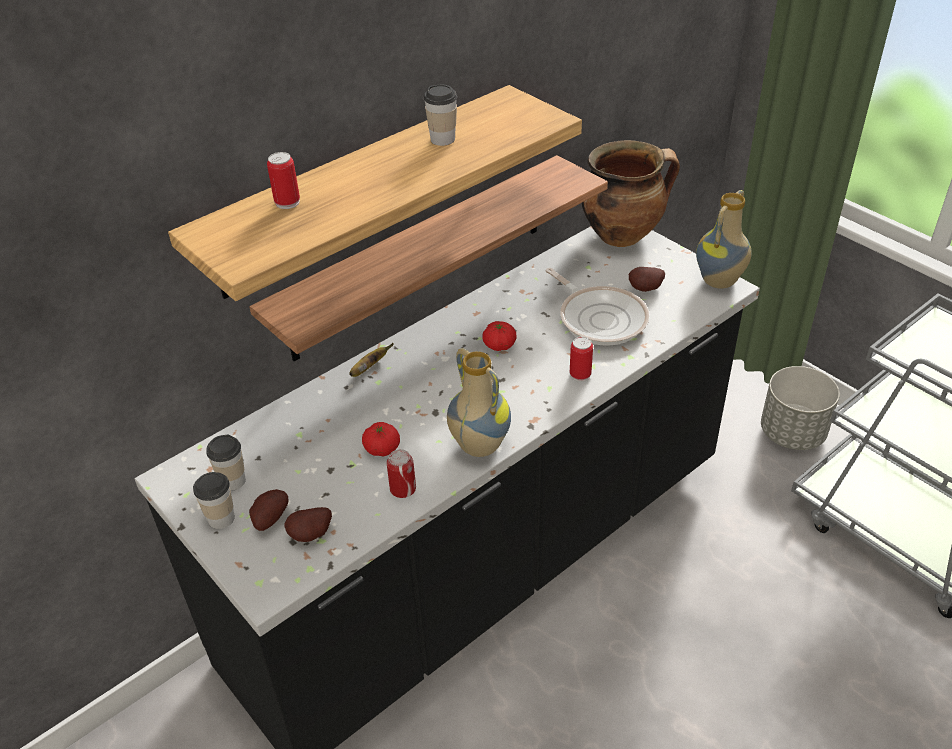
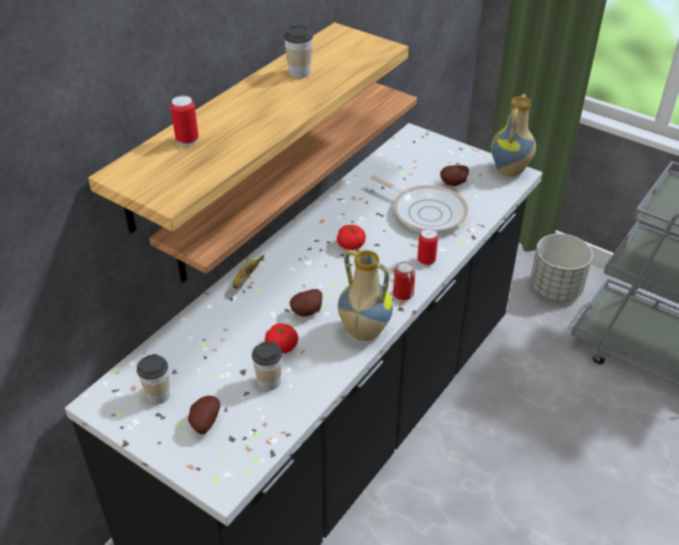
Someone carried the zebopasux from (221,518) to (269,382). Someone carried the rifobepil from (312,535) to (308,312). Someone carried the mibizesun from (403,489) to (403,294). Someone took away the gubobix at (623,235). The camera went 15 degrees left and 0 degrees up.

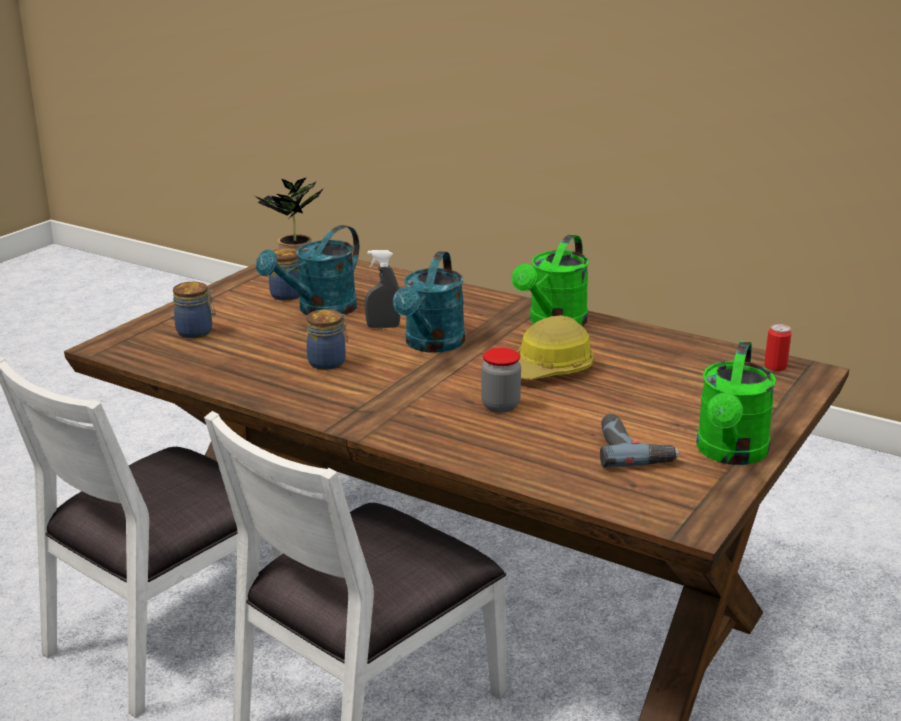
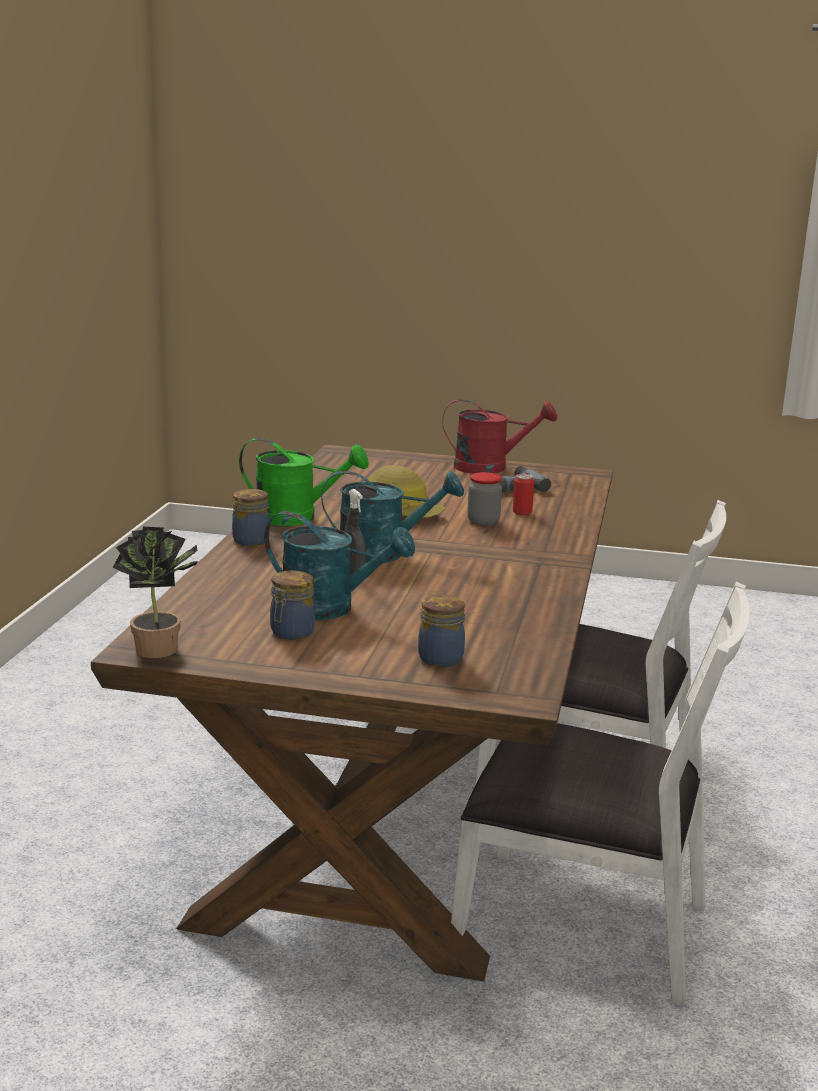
Someone carried the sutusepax from (328,362) to (249,540). Someone repainted the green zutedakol at (730,454), which became the red zutedakol at (490,467). Someone carried the mibizesun from (775,366) to (522,512). The camera went 110 degrees left and 5 degrees down.

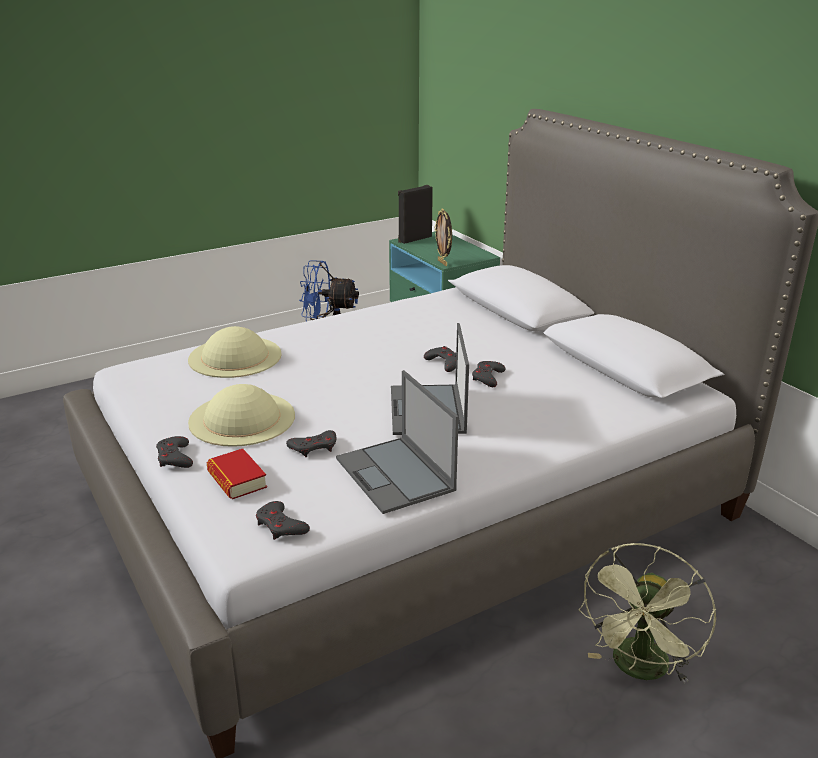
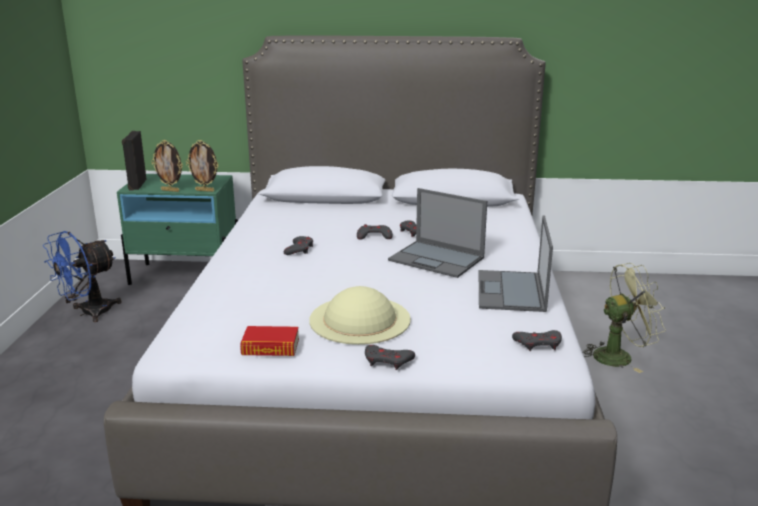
Someone took away the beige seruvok at (235,356). Someone carried the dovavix from (237,480) to (270,347). Someone carried the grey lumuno from (314,447) to (299,249). Someone rotated the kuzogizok at (396,475) by 90 degrees clockwise. Someone rotated the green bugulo at (639,670) by 75 degrees counterclockwise. Someone put down the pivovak at (170,190). The camera went 55 degrees left and 5 degrees down.

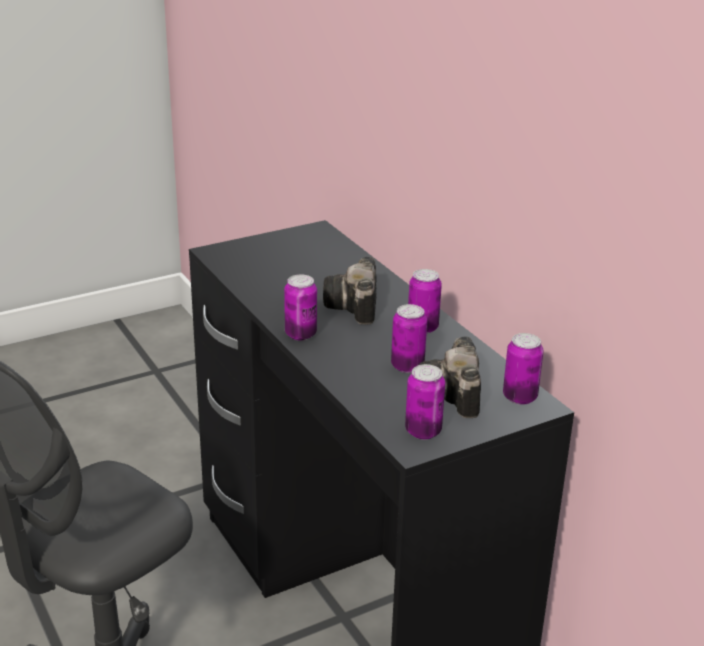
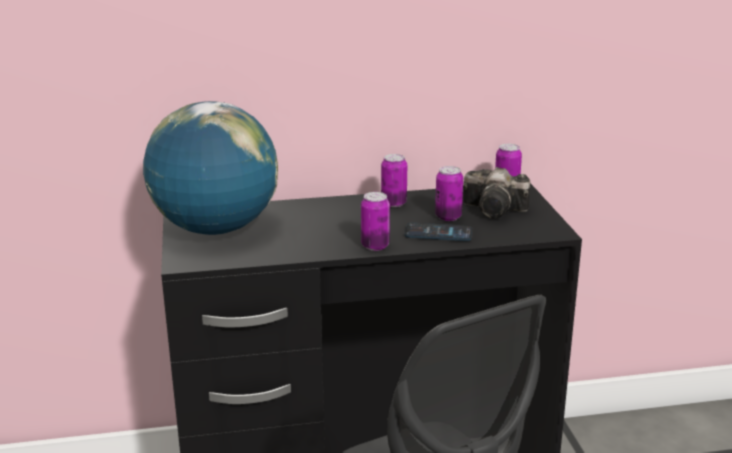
Someone took away the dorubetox at (355,308). Someone took away the mibizesun at (423,431). Someone put down the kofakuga at (216,229). Someone put down the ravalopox at (438,233). The camera went 70 degrees left and 5 degrees down.

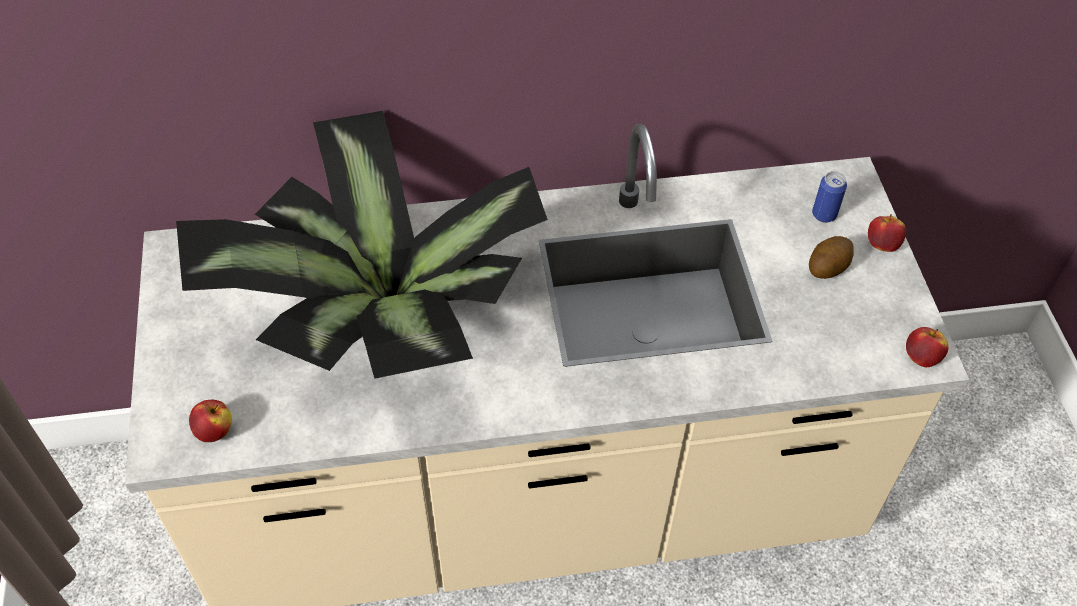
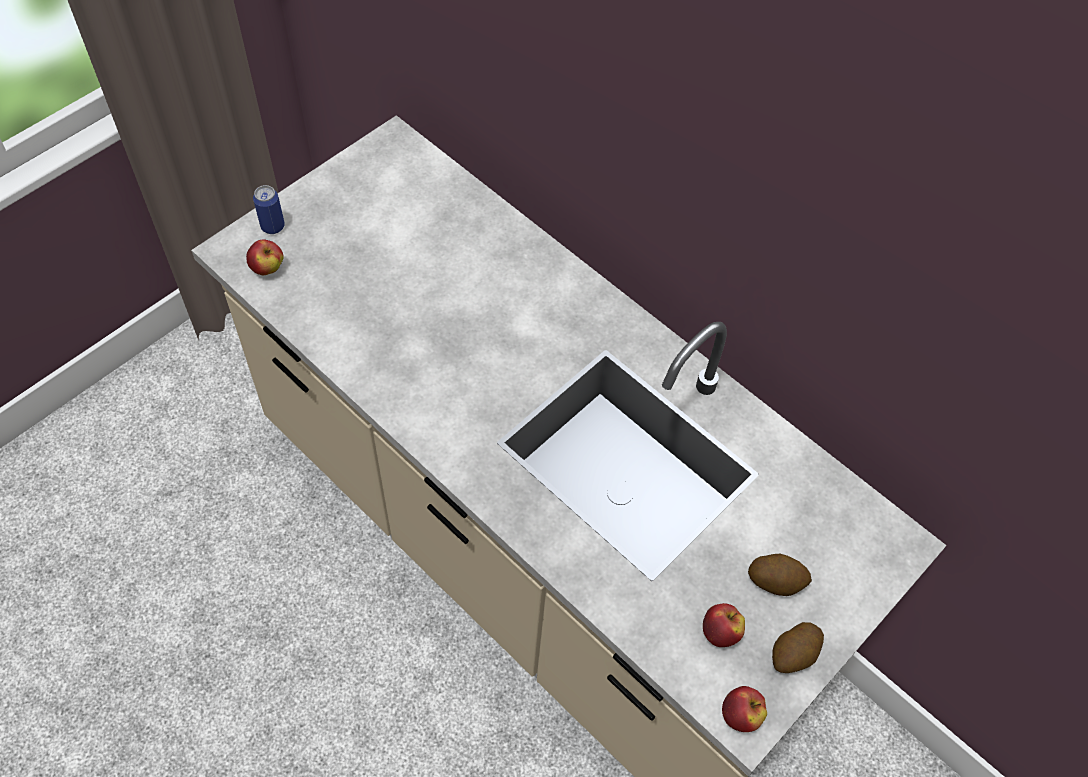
Someone took away the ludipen at (380,322). Someone carried the mibizesun from (824,215) to (273,226). Someone carried the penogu from (882,245) to (720,632). Someone put down the rifobepil at (793,654). The camera went 50 degrees right and 5 degrees up.

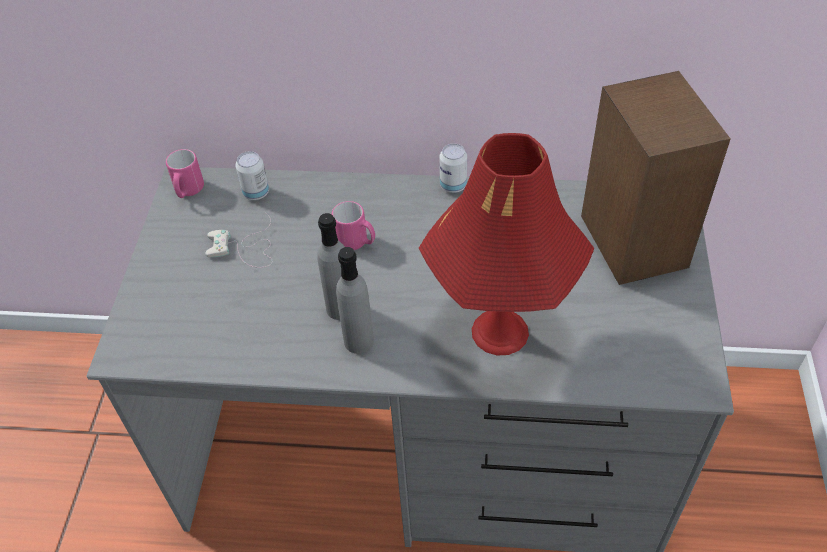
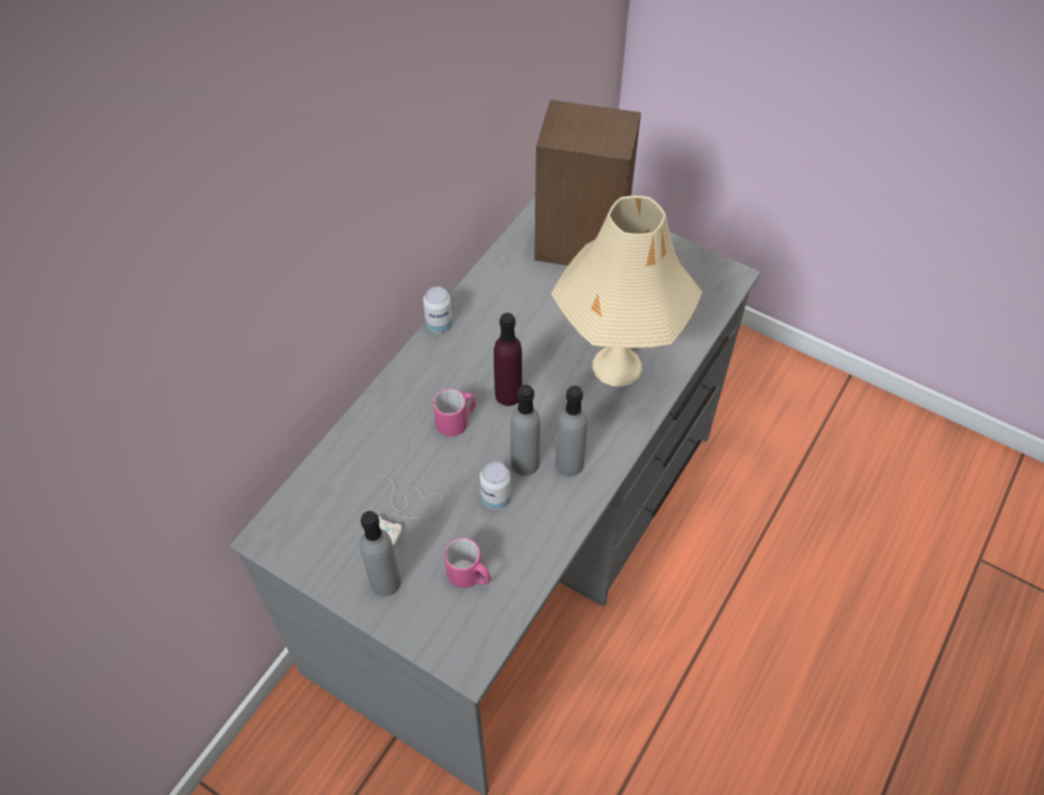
Someone carried the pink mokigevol from (188,191) to (470,577). Someone carried the mibizesun from (256,193) to (496,498). Someone repainted the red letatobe at (499,331), which became the beige letatobe at (616,366). Someone put down the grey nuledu at (385,582). Someone put down the purple nuledu at (508,394). The camera went 65 degrees left and 5 degrees up.

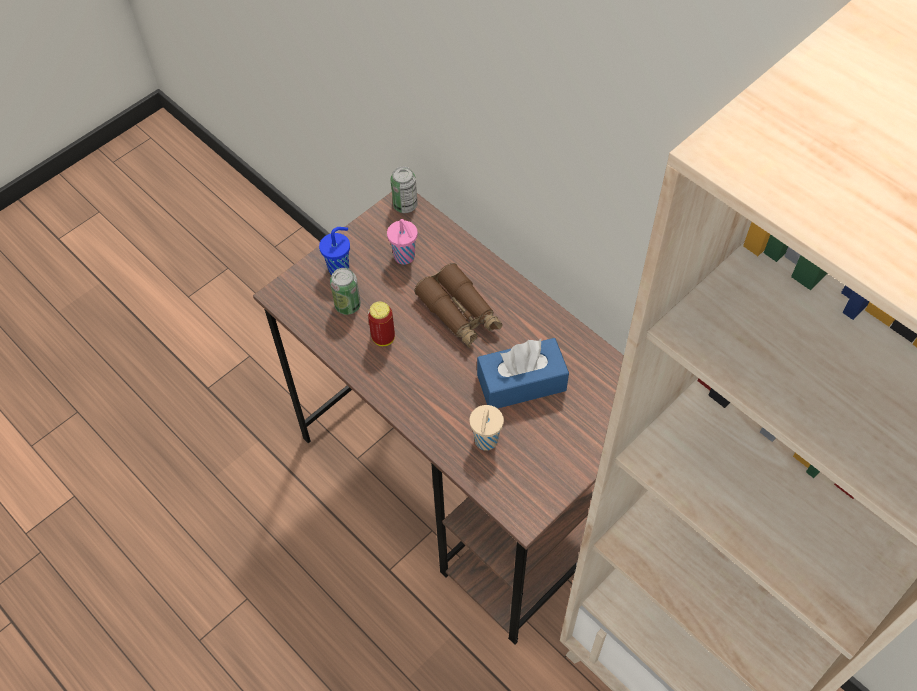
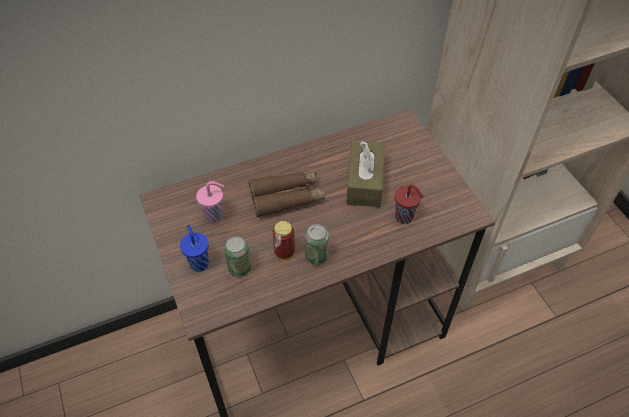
Someone carried the mibizesun from (405,205) to (316,256). Someone repainted the beige zebopasux at (485,442), which became the red zebopasux at (405,217). Someone repainted the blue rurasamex at (521,383), which became the brown rurasamex at (364,182). The camera went 70 degrees left and 5 degrees down.

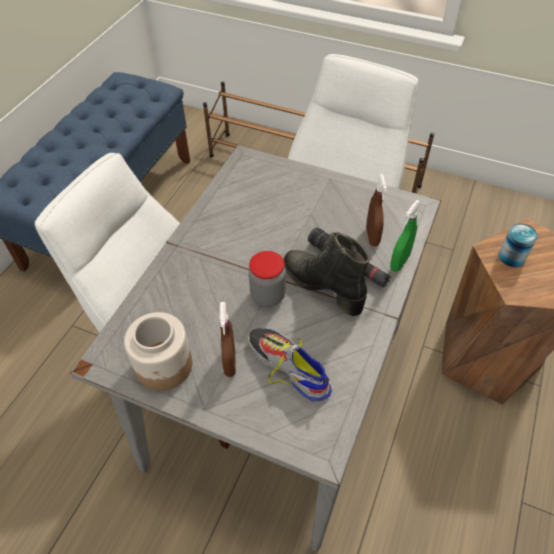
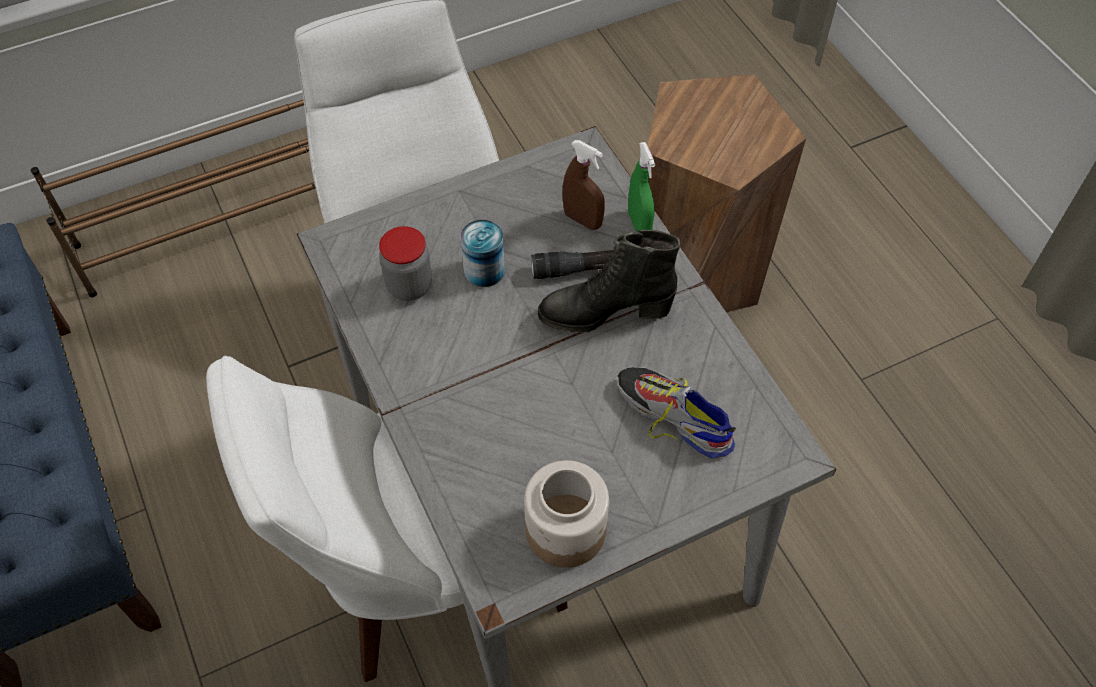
Someone took away the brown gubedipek at (230,362). Someone rotated the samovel at (288,366) by 45 degrees clockwise. Someone carried the sutusepax from (268,295) to (409,286). Someone carried the mibizesun from (511,257) to (484,270). The camera went 50 degrees left and 5 degrees up.

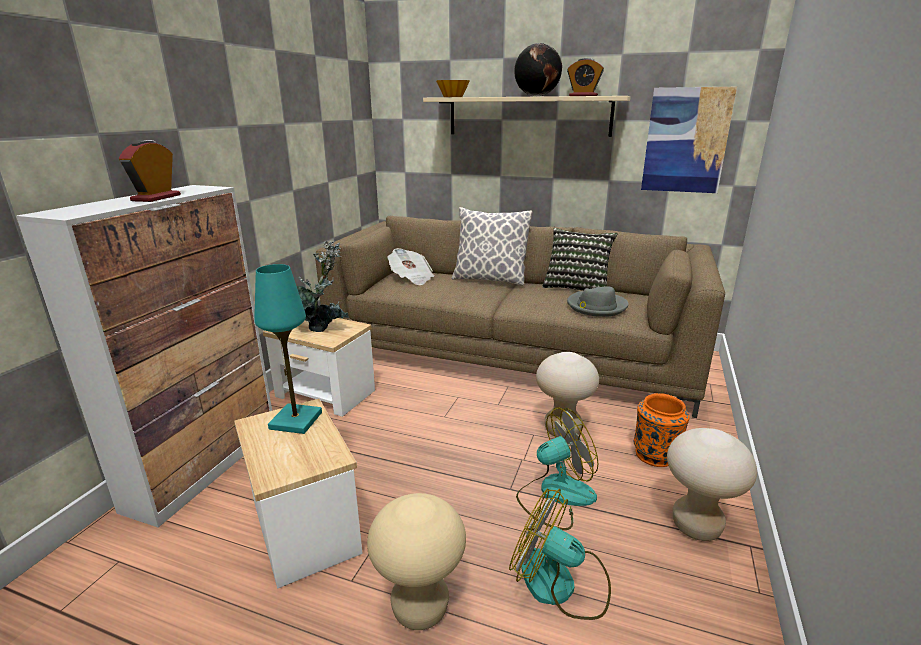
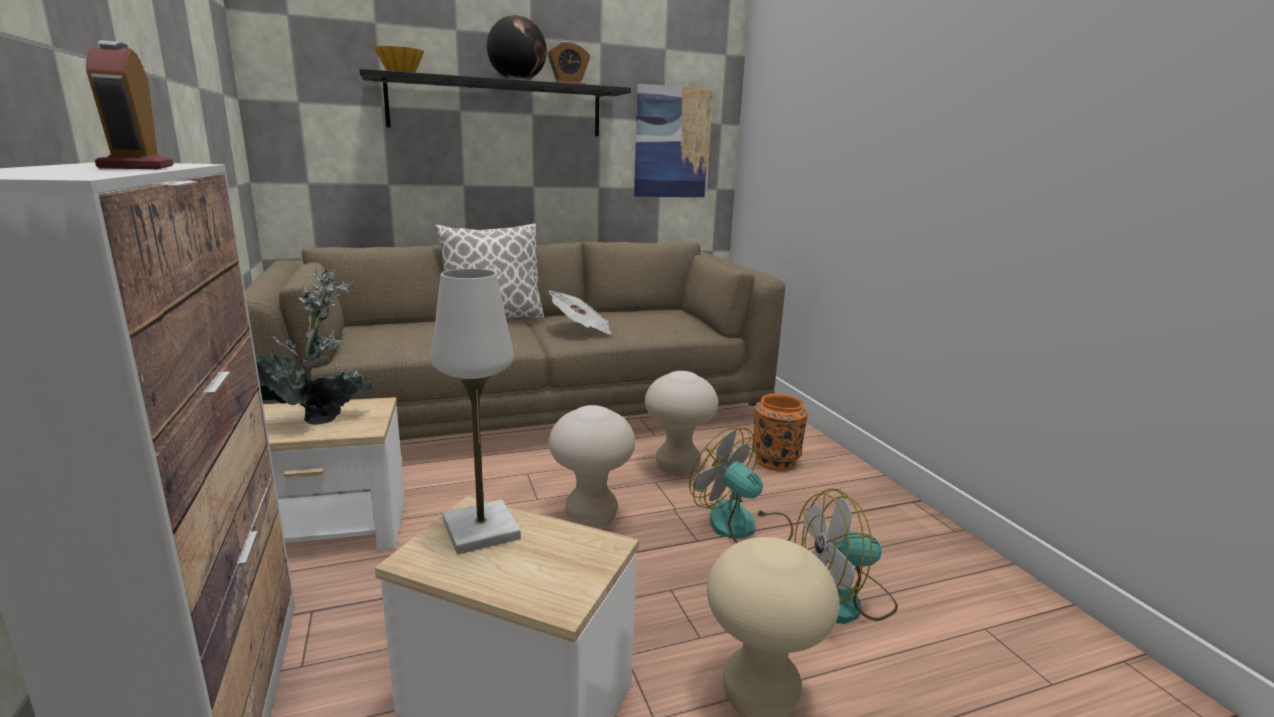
Someone repainted the turquoise letatobe at (296,421), which became the white letatobe at (481,530). Someone carried the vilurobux from (411,278) to (582,329). Someone repainted the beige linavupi at (528,116), which became the black linavupi at (497,108). Someone rotated the bugulo at (555,495) by 75 degrees counterclockwise. Someone took away the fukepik at (577,287). Someone took away the grey seruvok at (596,306). Someone carried the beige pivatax from (696,526) to (591,518). The camera went 40 degrees left and 5 degrees down.

